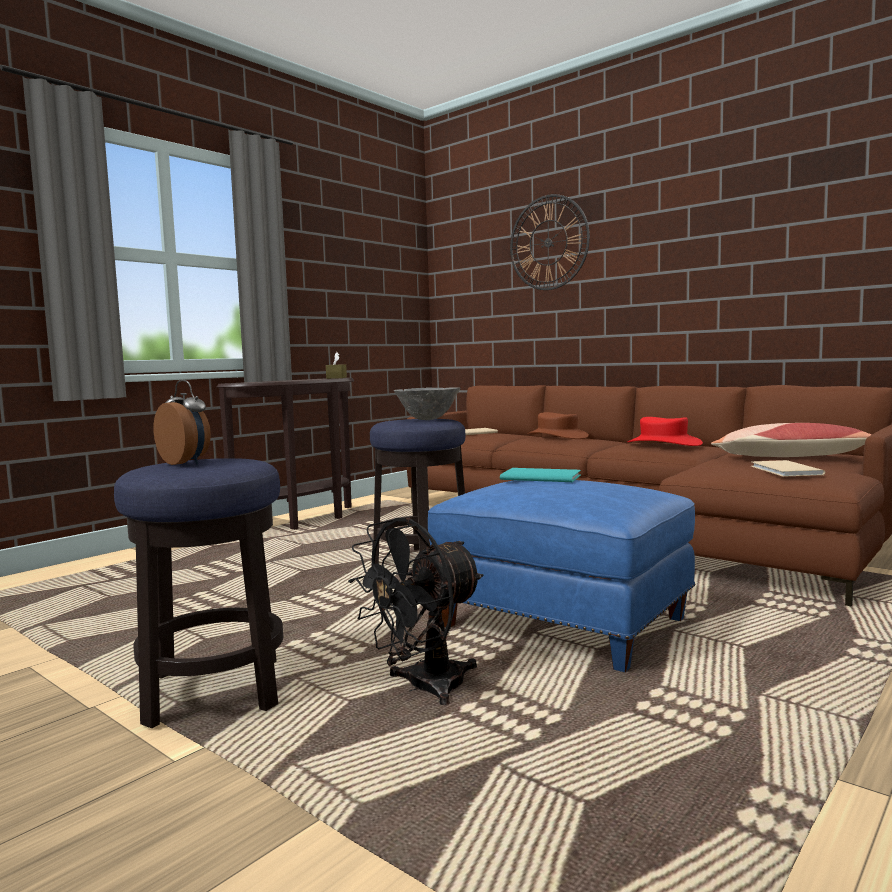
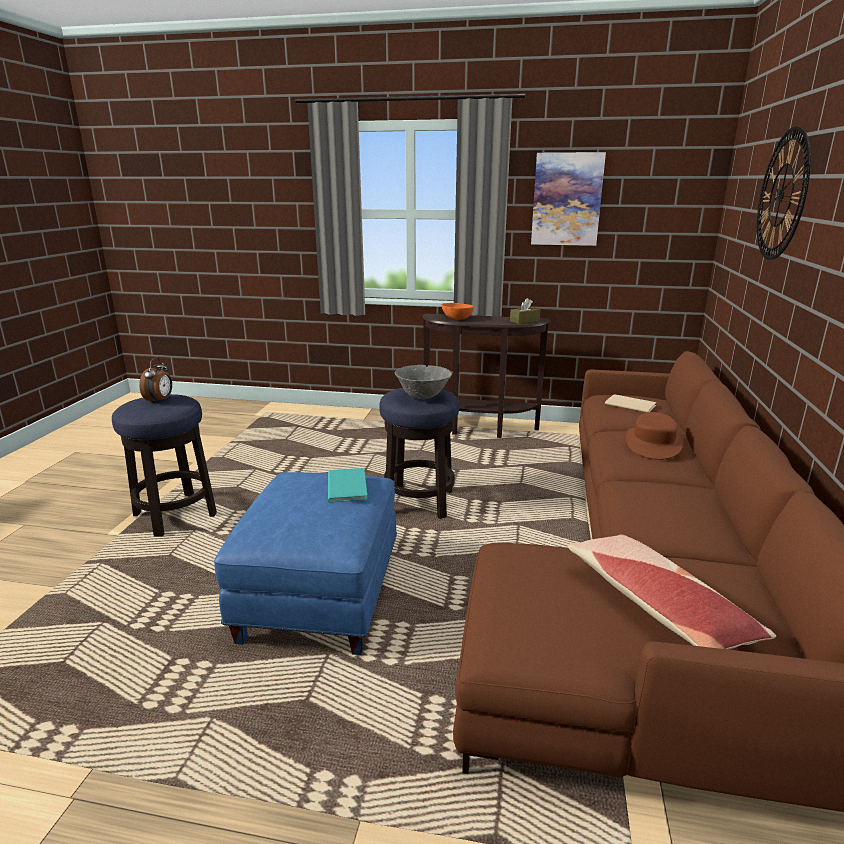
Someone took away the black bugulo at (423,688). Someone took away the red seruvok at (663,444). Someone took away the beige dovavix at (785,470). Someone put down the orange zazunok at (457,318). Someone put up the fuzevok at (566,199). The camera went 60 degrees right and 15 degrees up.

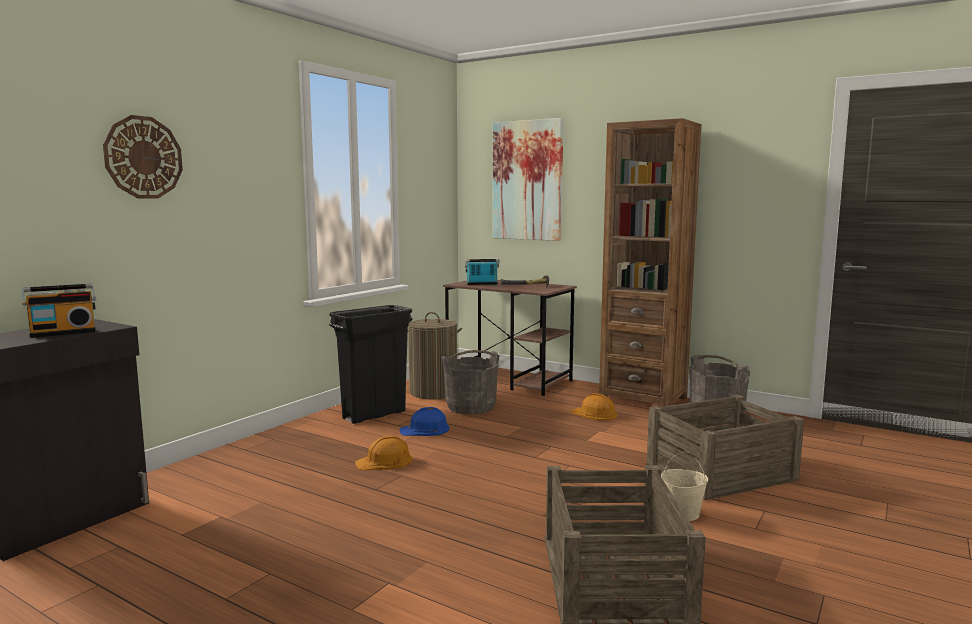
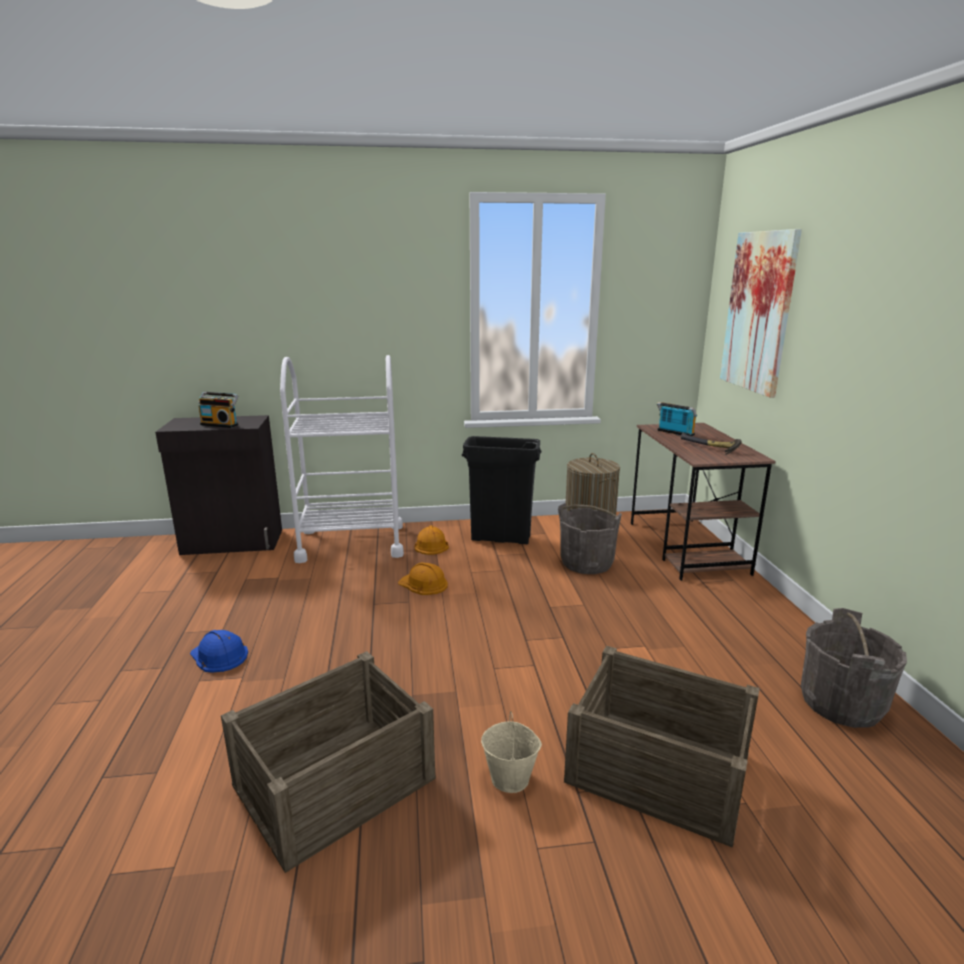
Someone took away the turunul at (143,157). Someone carried the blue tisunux from (425,429) to (219,655). Someone carried the orange tisunux from (594,414) to (431,545). Someone took away the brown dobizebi at (643,399). Someone put down the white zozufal at (351,543). The camera went 50 degrees right and 10 degrees up.

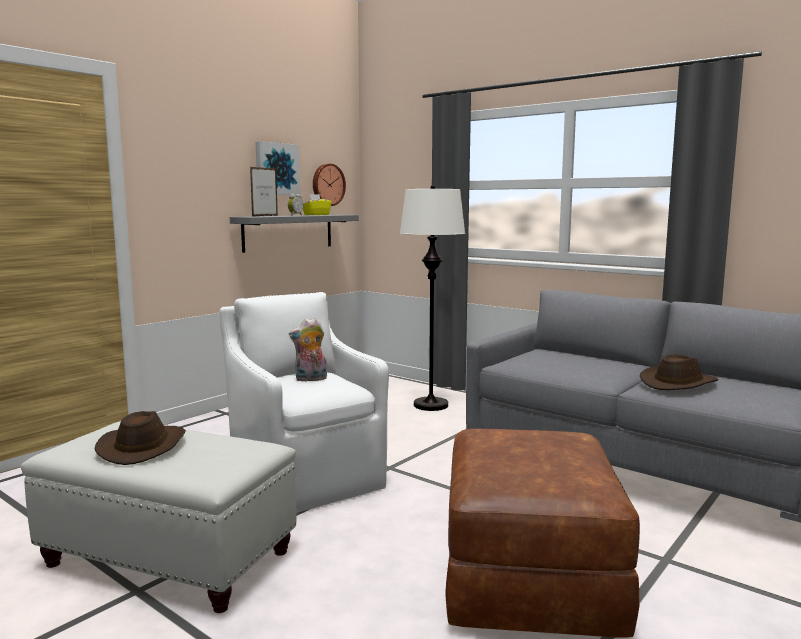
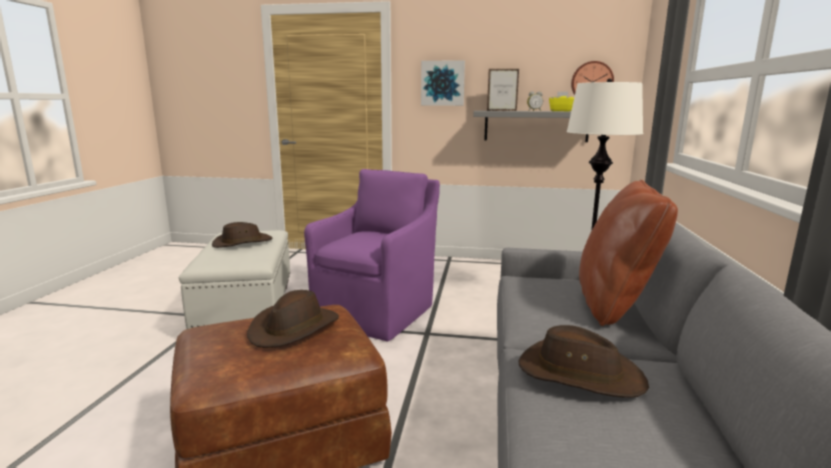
Someone repainted the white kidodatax at (306,478), which became the purple kidodatax at (377,312). Someone carried the fuzevok from (276,169) to (442,83). Someone took away the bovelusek at (310,379). Someone put down the brown seruvok at (294,328). Someone put down the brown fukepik at (615,305). The camera went 60 degrees right and 5 degrees up.

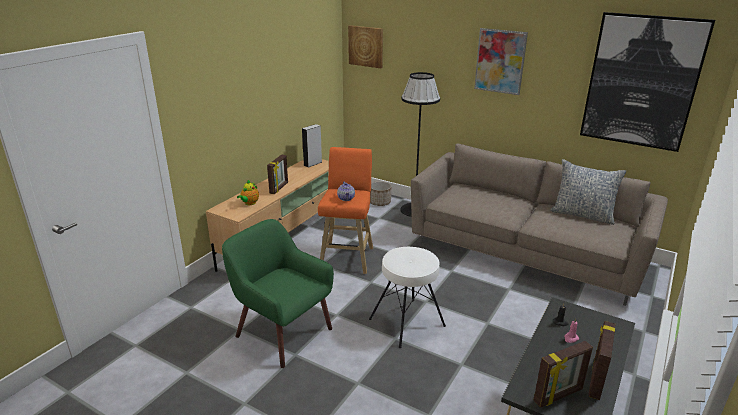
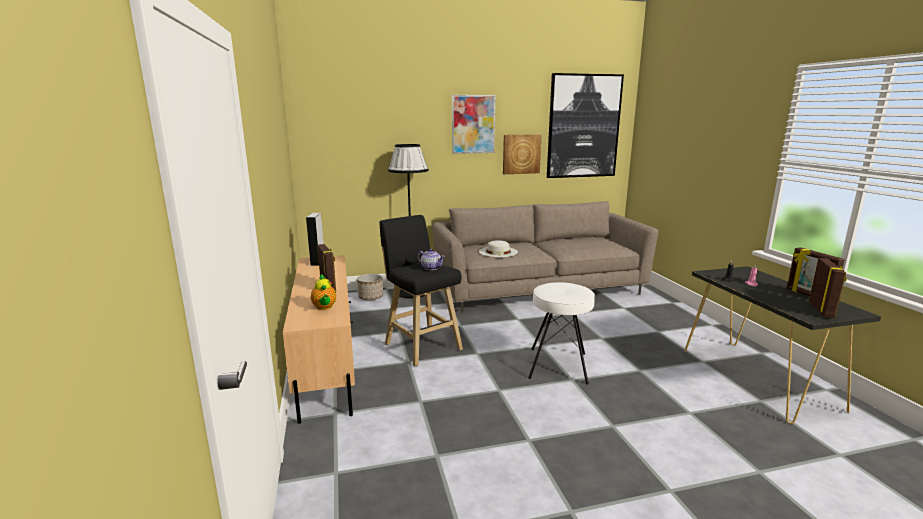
Someone took away the green kidodatax at (282,332). Someone repainted the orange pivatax at (347,257), which became the black pivatax at (421,345). Someone carried the fuzevok from (366,46) to (521,154). Someone took away the fukepik at (582,214). Someone put down the white seruvok at (498,252). The camera went 45 degrees left and 10 degrees down.

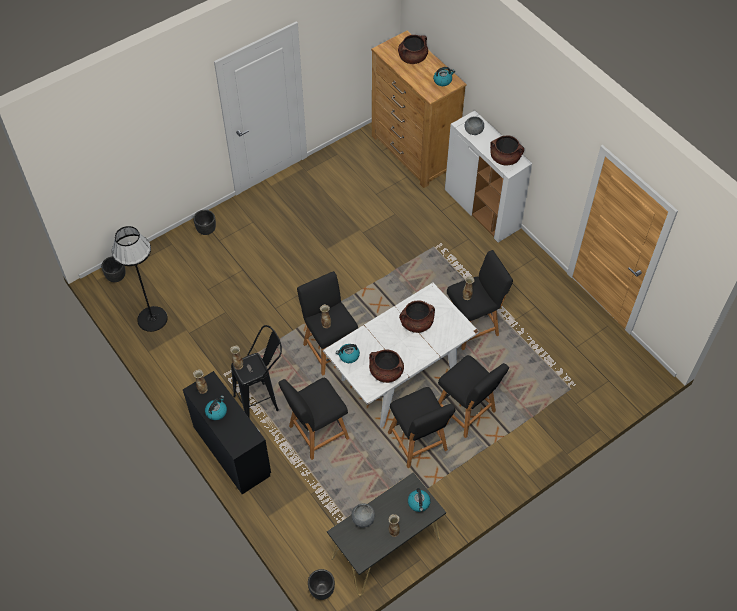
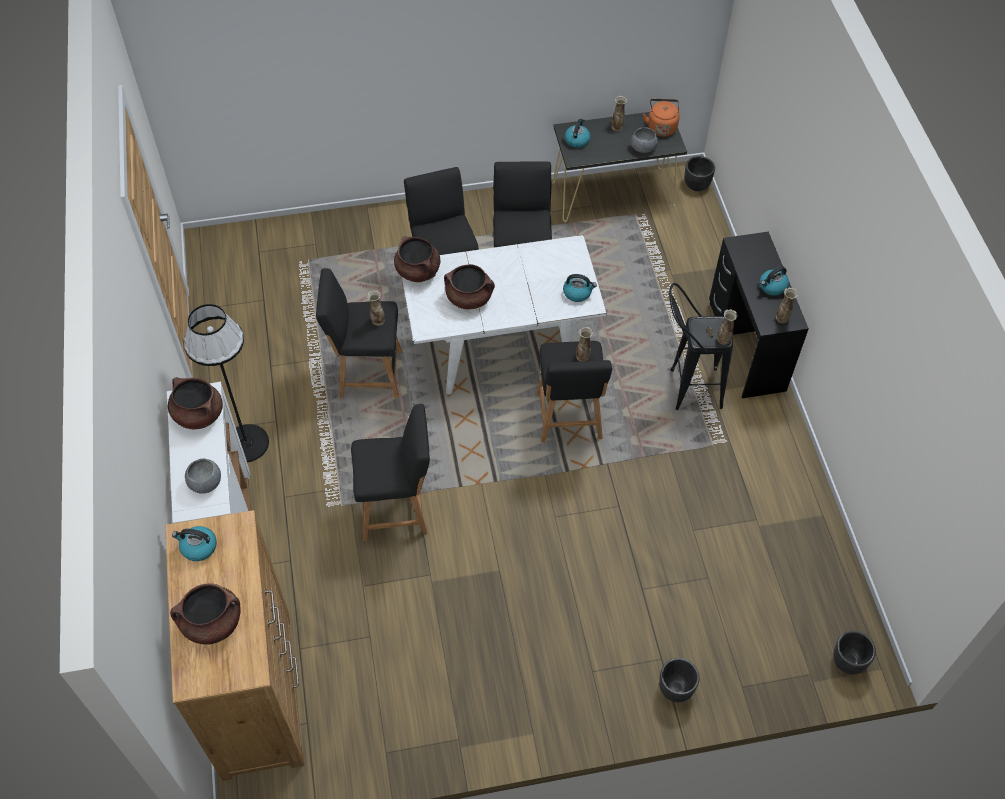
Someone carried the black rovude from (152,319) to (246,443). Someone carried the black pivatax from (316,434) to (397,509). Someone carried the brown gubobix from (386,372) to (418,271). Someone put down the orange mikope at (661,127). The camera went 155 degrees left and 0 degrees up.

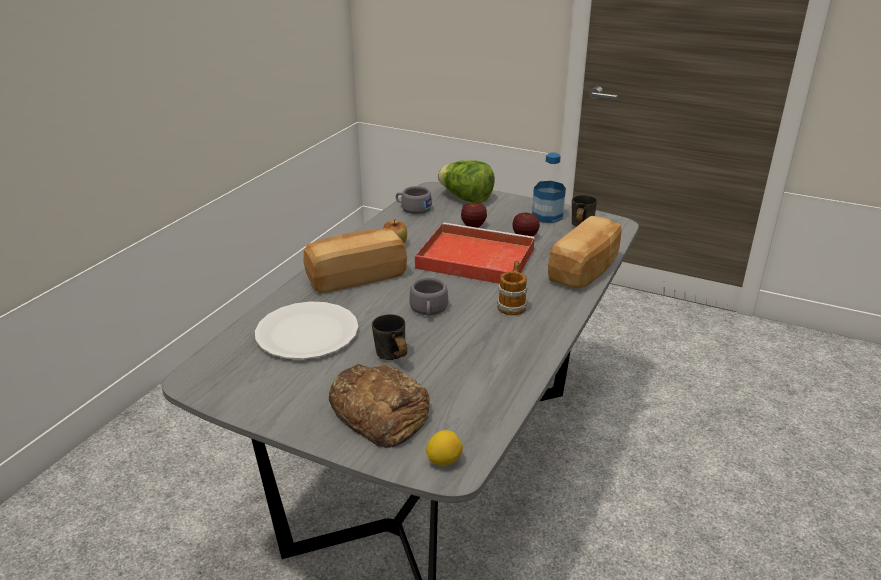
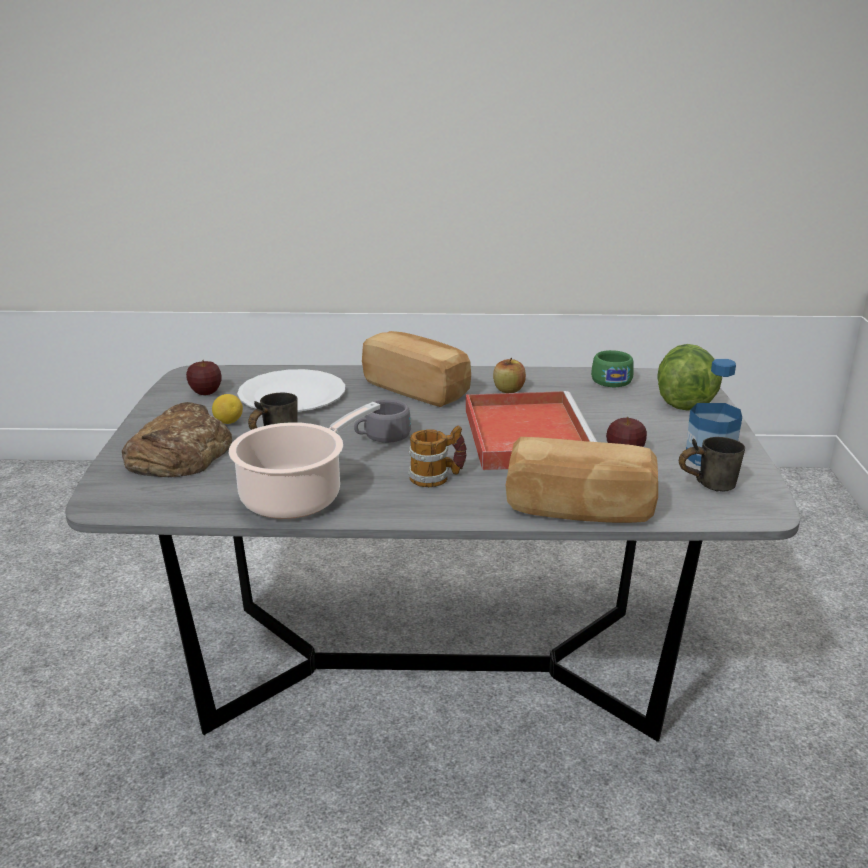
Someone repainted the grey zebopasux at (413,209), which became the green zebopasux at (610,379). Someone carried the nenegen from (444,460) to (228,422). Someone carried the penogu from (473,226) to (205,392). Someone put down the gubobix at (297,496). The camera went 65 degrees right and 5 degrees down.

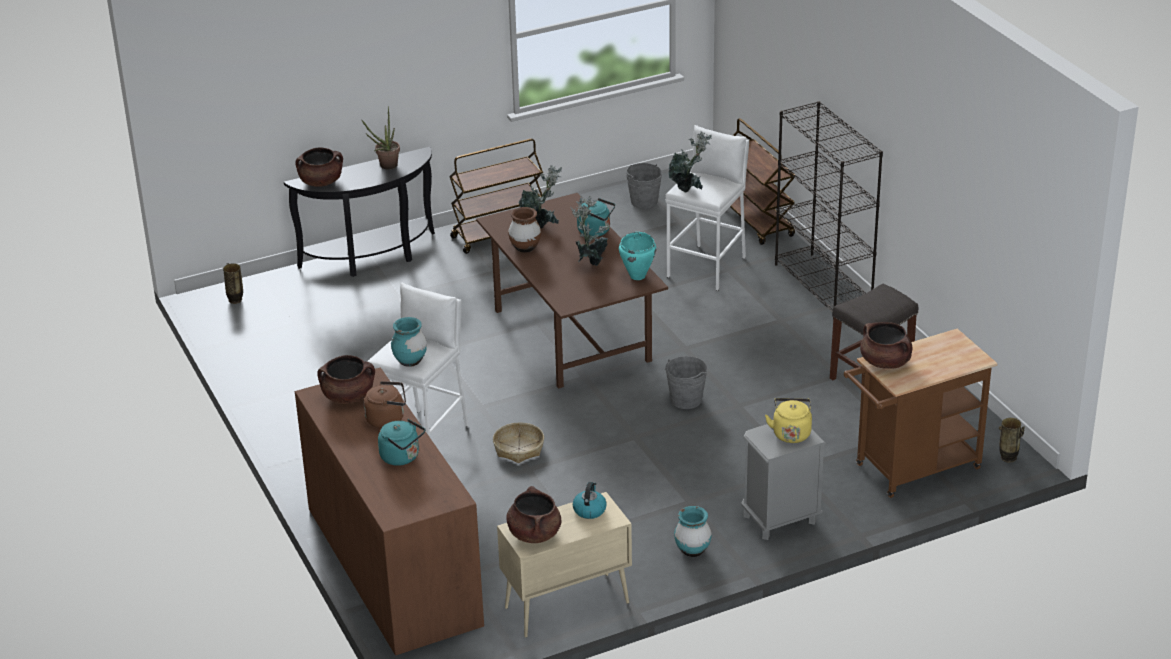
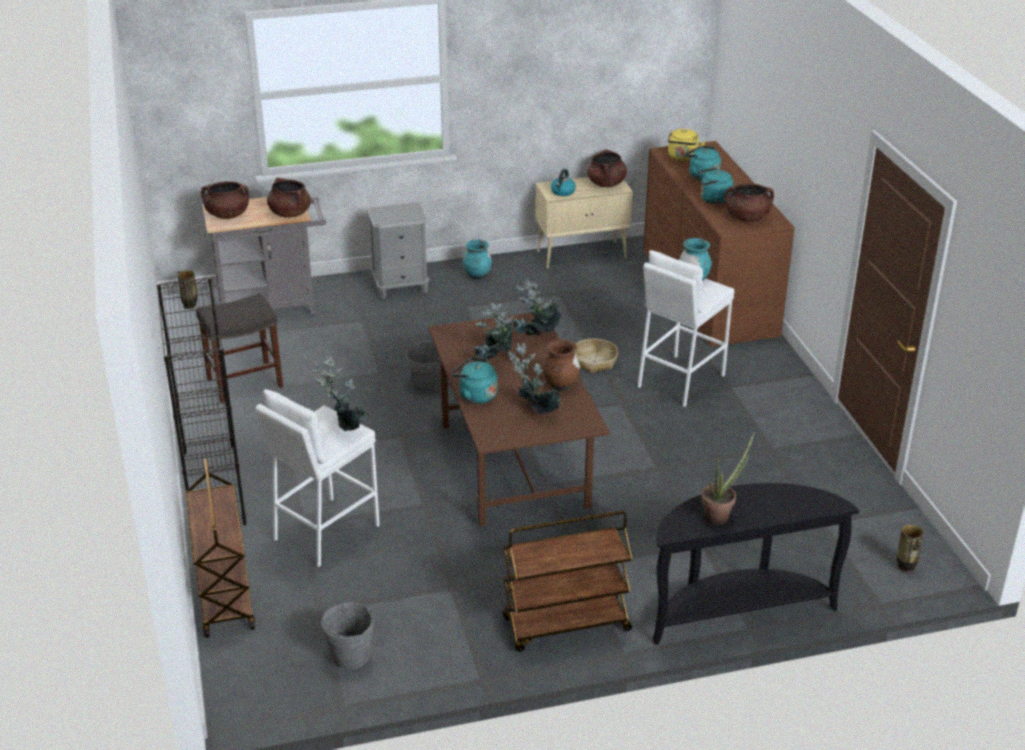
Someone carried the brown gubobix from (321,182) to (227,215). Someone repainted the brown mikope at (387,419), which became the turquoise mikope at (713,199). Someone took away the turquoise gubobix at (638,276). Someone carried the yellow mikope from (791,433) to (682,157). Someone repainted the brown zozufal at (911,470), which became the grey zozufal at (273,307). Someone put down the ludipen at (535,338). The camera went 170 degrees left and 0 degrees up.

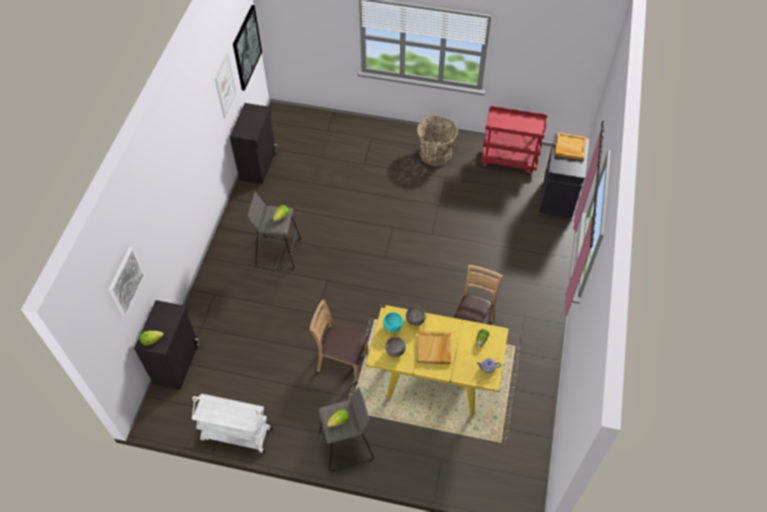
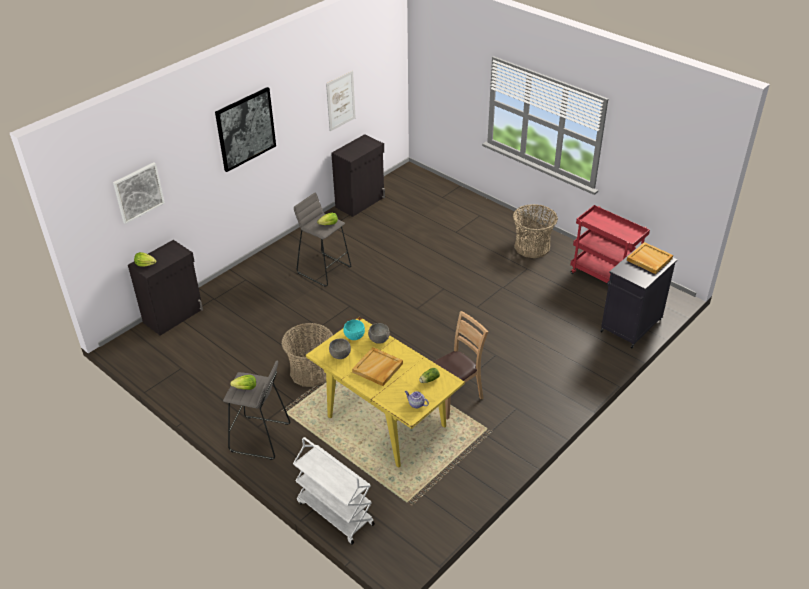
Someone carried the white zozufal from (236,434) to (334,513). Someone carried the fuzevok from (246,48) to (245,129). Someone swapped the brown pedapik at (342,361) for the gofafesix at (311,371). The camera went 30 degrees right and 15 degrees down.

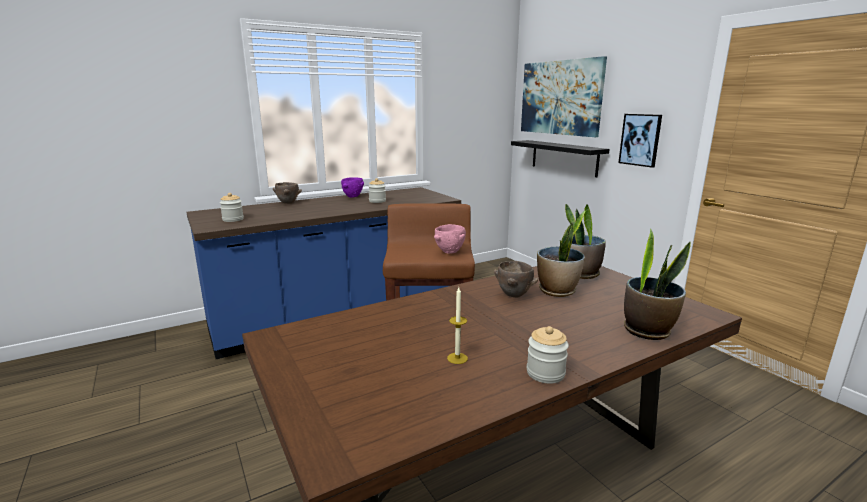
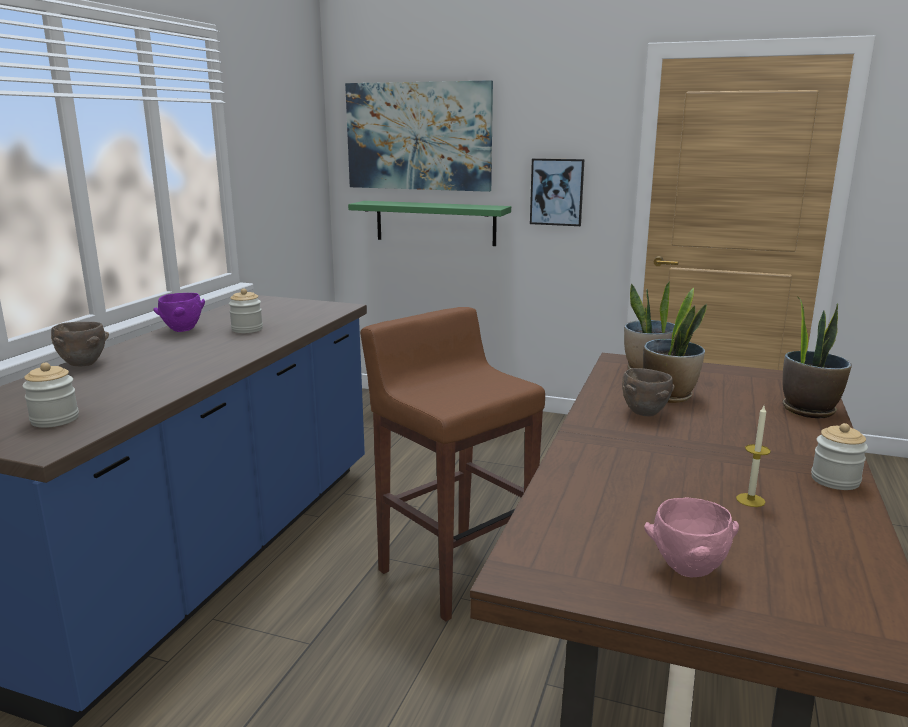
Someone carried the pink zazunok from (450,252) to (687,569). Someone repainted the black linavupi at (564,157), which became the green linavupi at (435,223). The camera went 40 degrees left and 0 degrees up.

